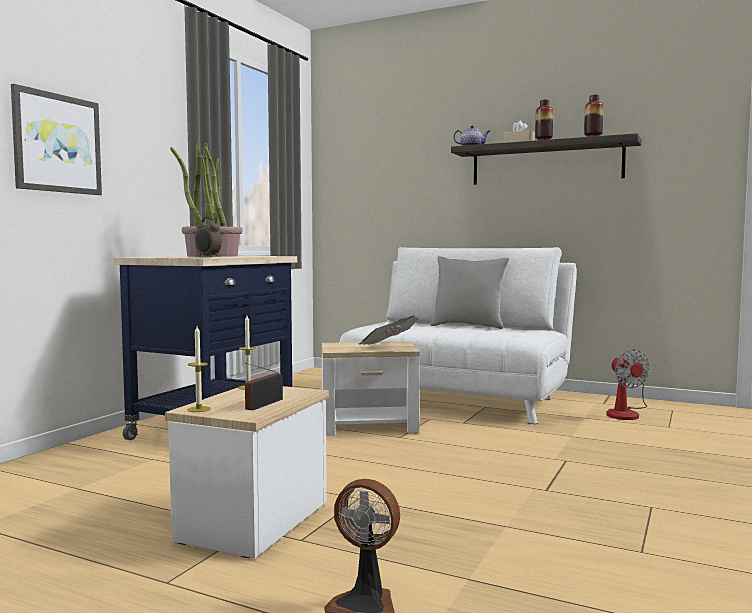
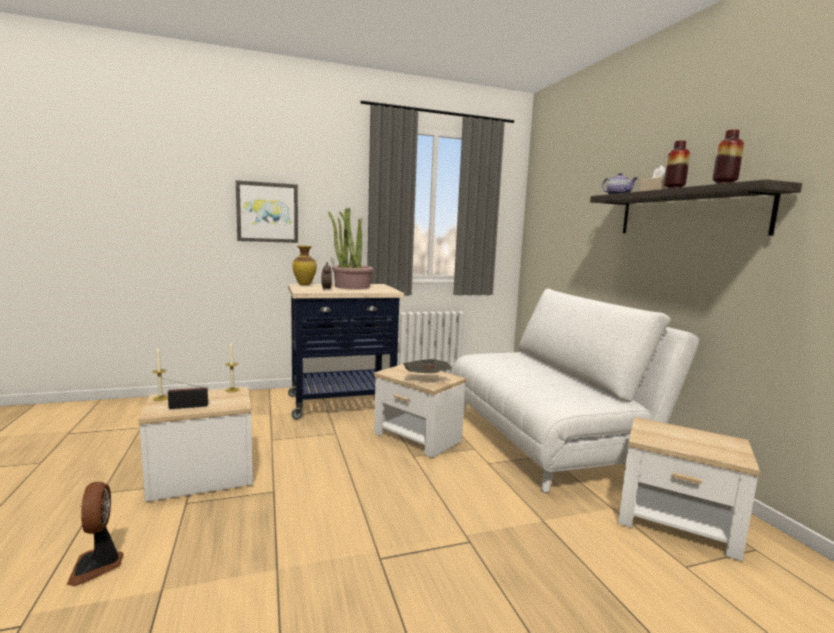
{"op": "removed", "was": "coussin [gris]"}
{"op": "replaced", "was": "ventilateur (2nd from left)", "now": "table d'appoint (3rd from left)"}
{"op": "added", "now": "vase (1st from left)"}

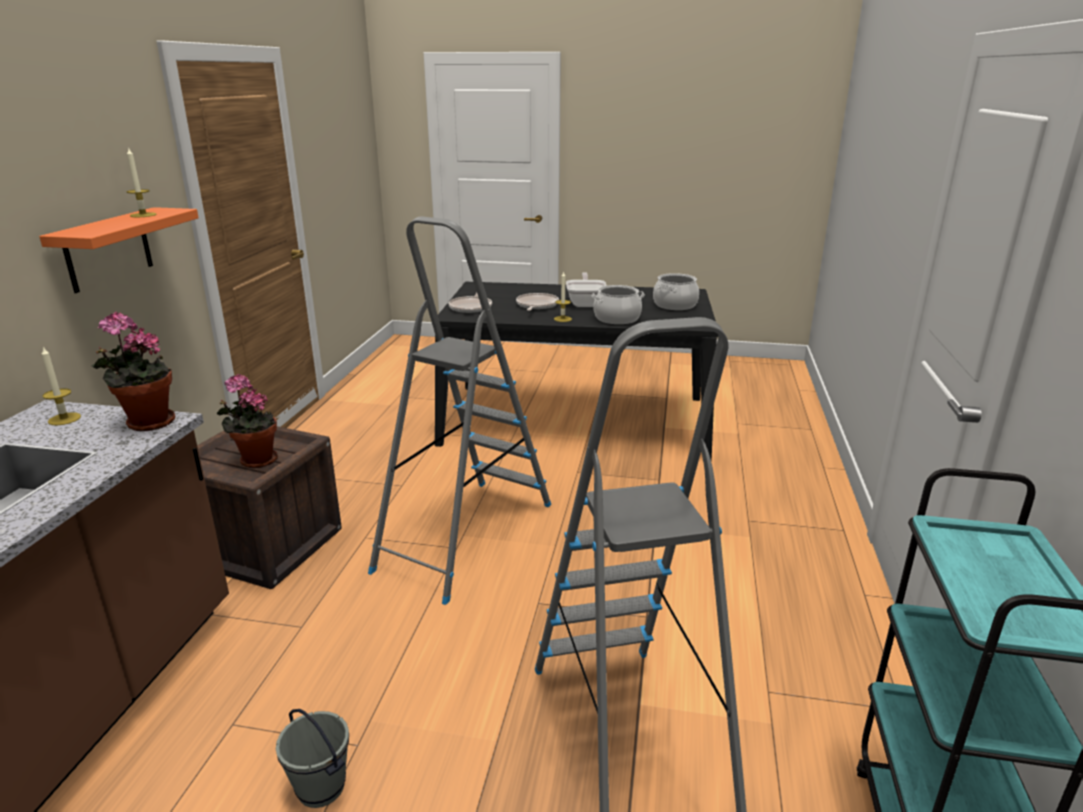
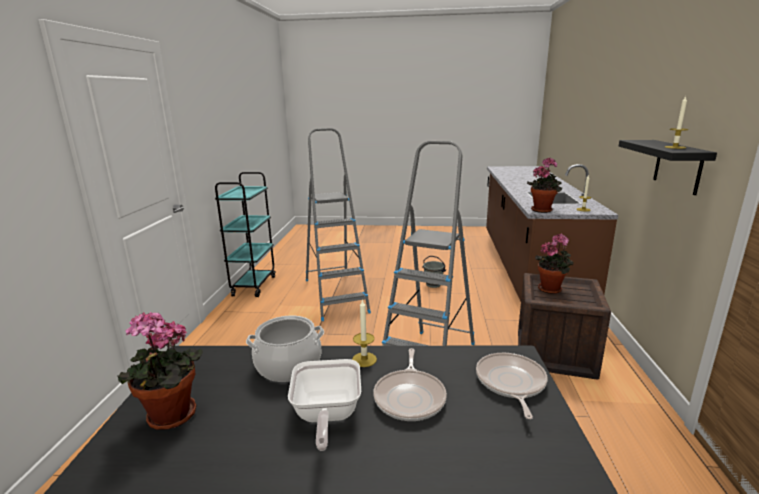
{"op": "recoloured", "was": "étagère [orange]", "now": "étagère [noir]"}
{"op": "replaced", "was": "marmite (2nd from left)", "now": "plante en pot (1st from left)"}

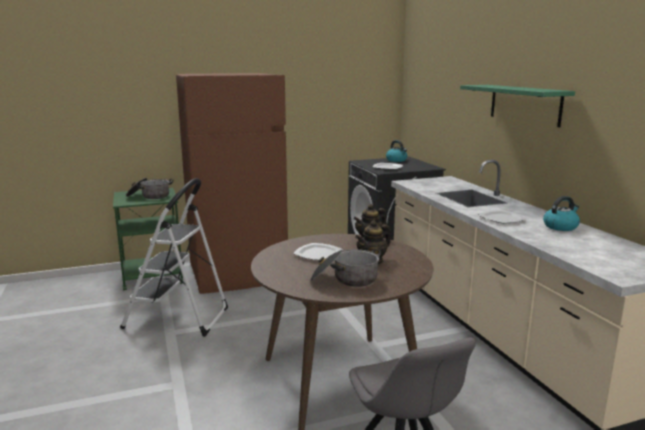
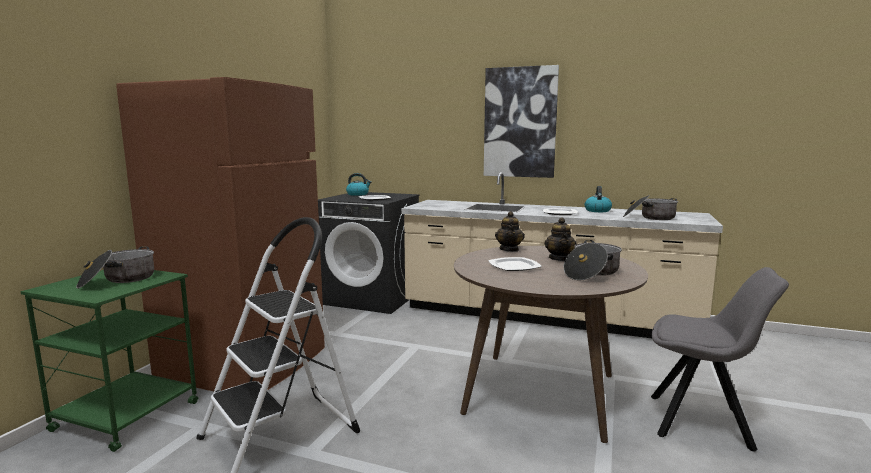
{"op": "replaced", "was": "étagère [vert]", "now": "tableau"}
{"op": "added", "now": "marmite (3rd from left)"}

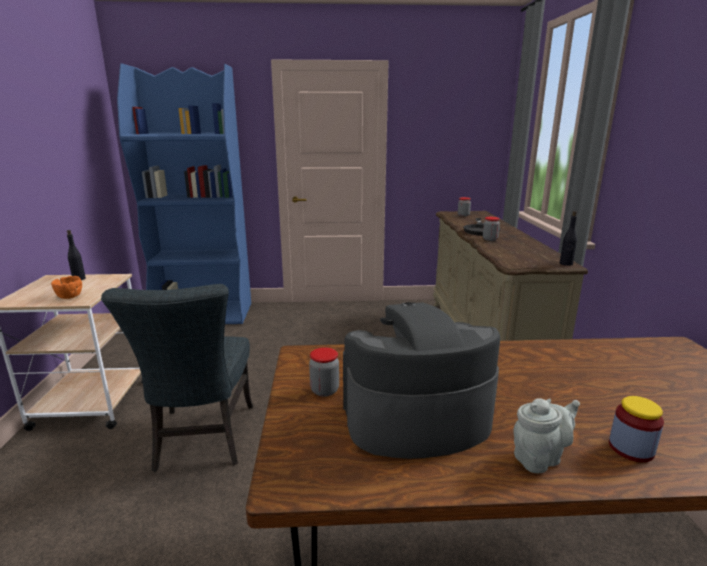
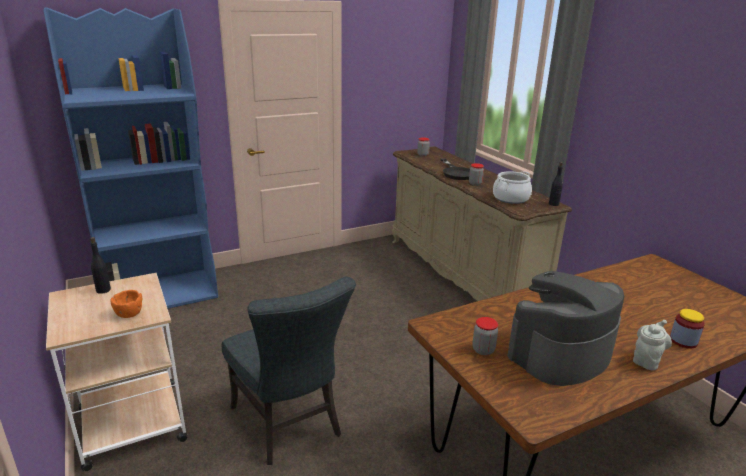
{"op": "added", "now": "marmite"}

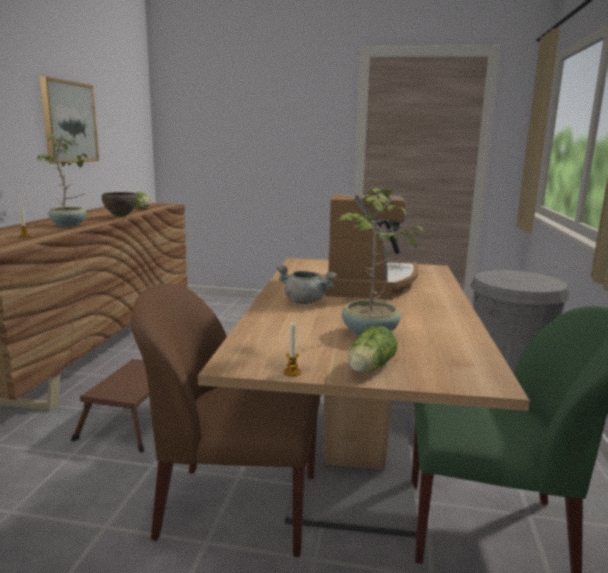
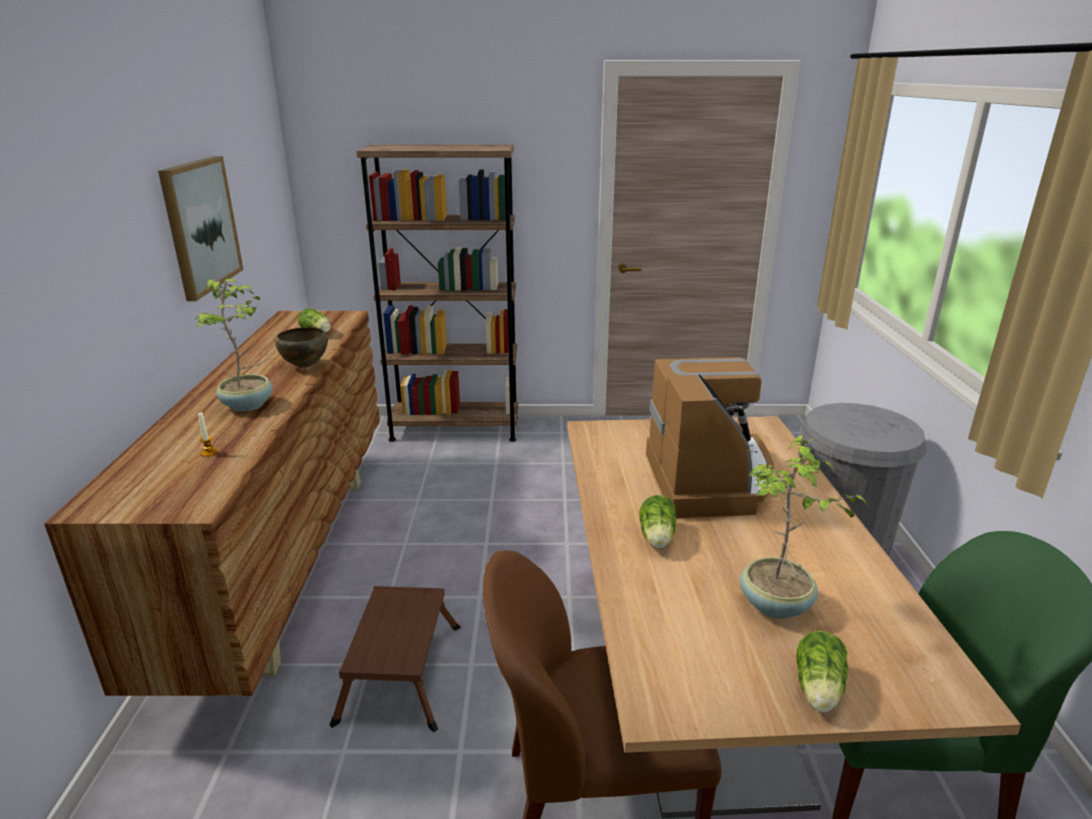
{"op": "replaced", "was": "marmite [gris]", "now": "laitue (2nd from left)"}
{"op": "removed", "was": "bougie (2nd from left)"}
{"op": "added", "now": "bibliothèque [marron]"}

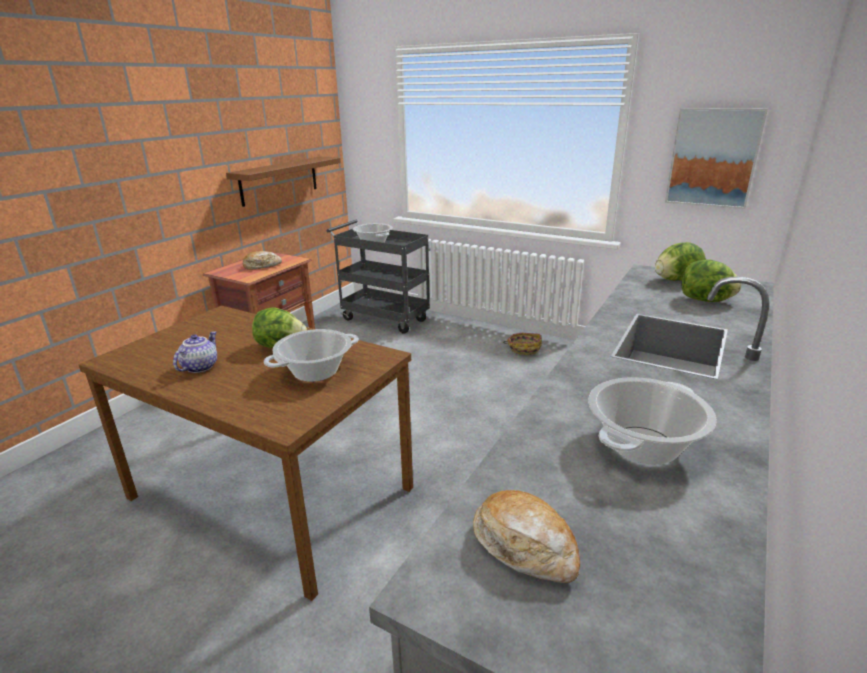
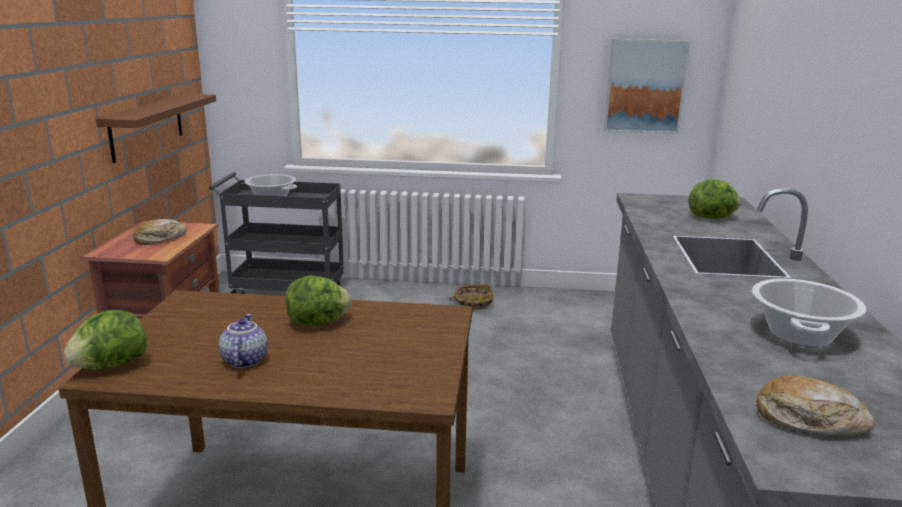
{"op": "removed", "was": "marmite (1st from left)"}
{"op": "moved", "was": "laitue (2nd from left in the first image)", "now": "laitue (1st from left)"}

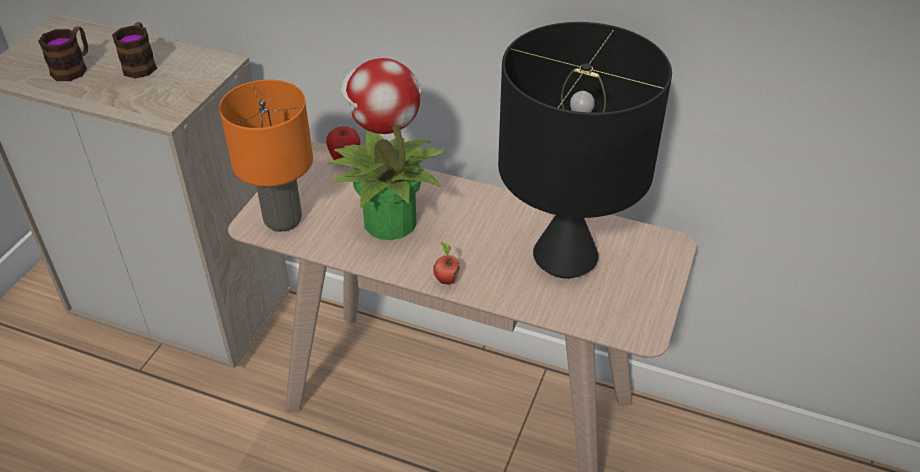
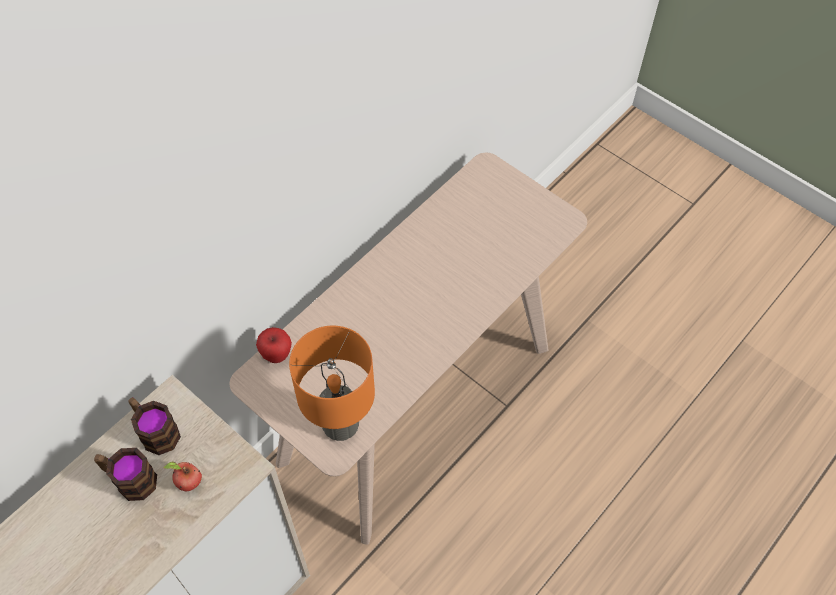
{"op": "moved", "was": "mug (1st from left in the first image)", "now": "mug (2nd from left)"}
{"op": "removed", "was": "plante en pot"}
{"op": "moved", "was": "pomme (2nd from left in the first image)", "now": "pomme (1st from left)"}
{"op": "removed", "was": "lampe de table [noir]"}

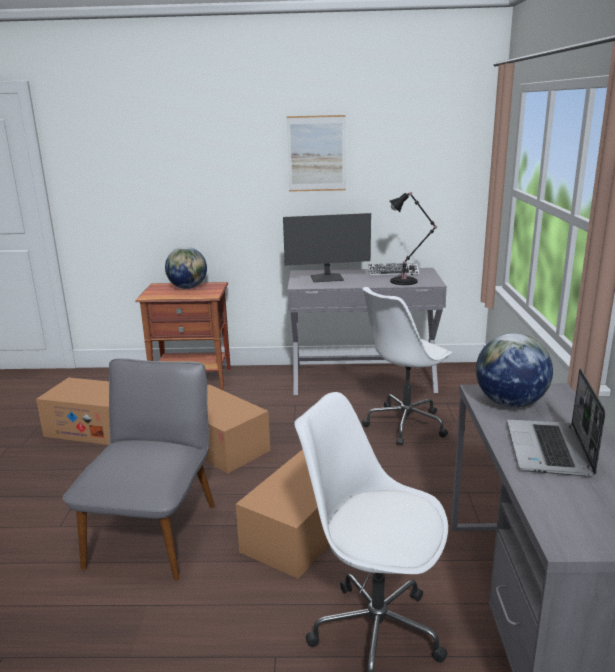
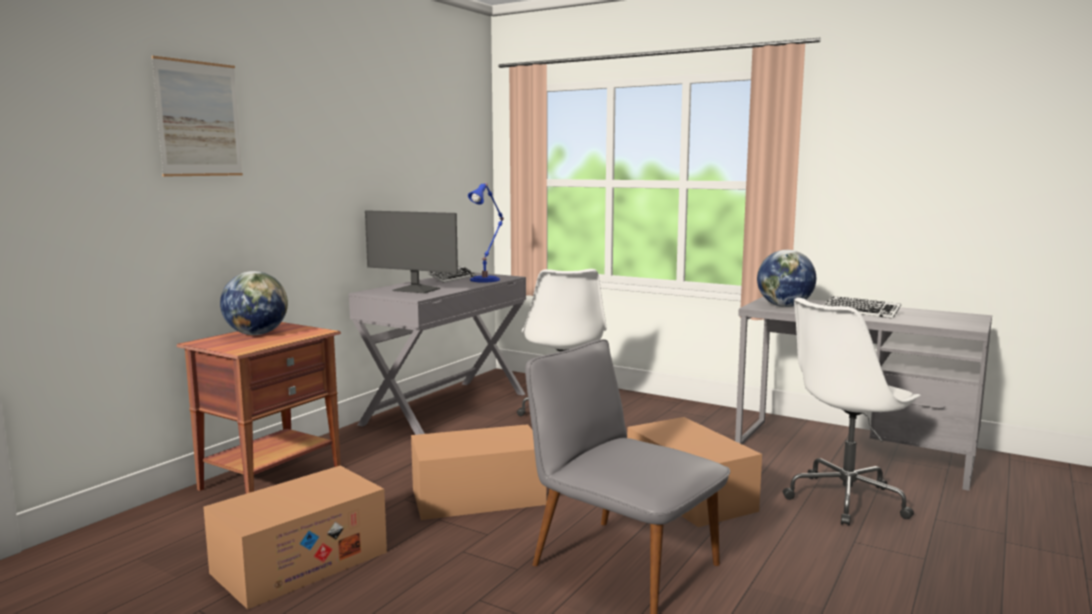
{"op": "turned", "was": "écran d'ordinateur", "clockwise": 90}
{"op": "moved", "was": "tableau"}
{"op": "recoloured", "was": "lampe de table [noir]", "now": "lampe de table [bleu]"}
{"op": "replaced", "was": "ordinateur portable", "now": "clavier (2nd from left)"}

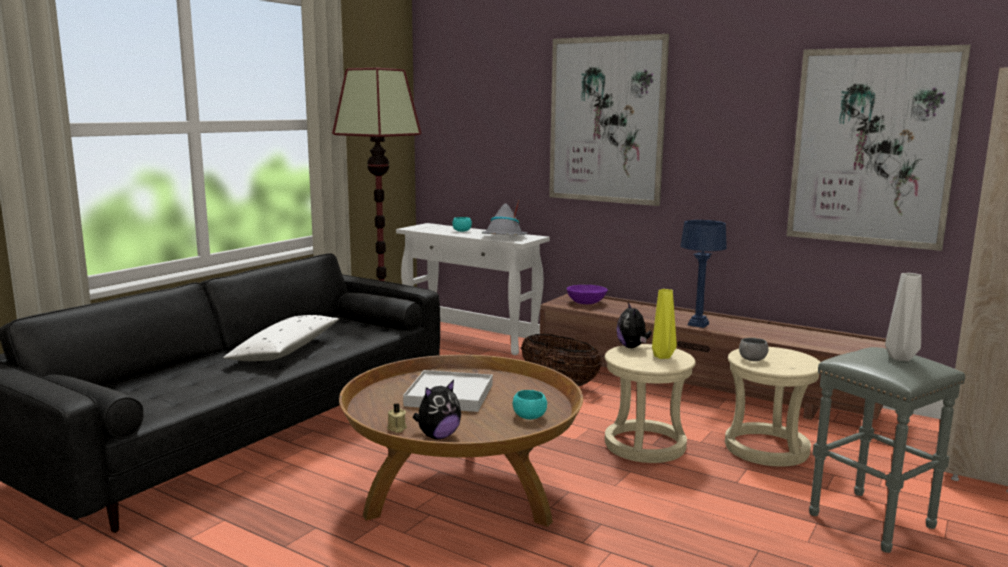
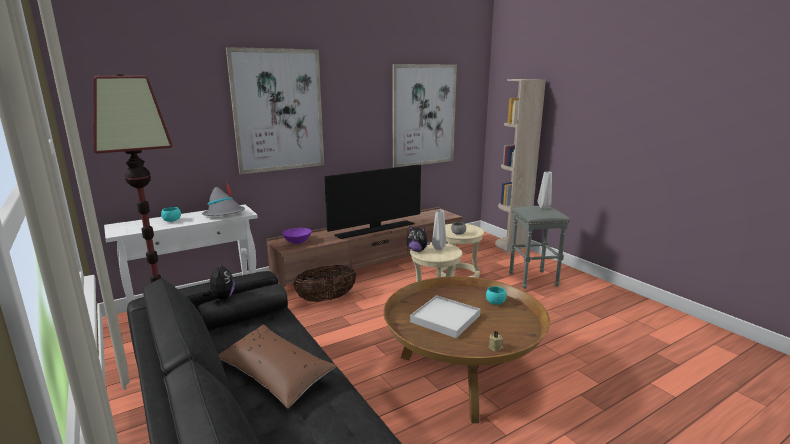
{"op": "recoloured", "was": "coussin [blanc]", "now": "coussin [marron]"}
{"op": "moved", "was": "peluche (1st from left)"}
{"op": "recoloured", "was": "vase [jaune]", "now": "vase [gris] (1st from left)"}
{"op": "replaced", "was": "lampe de table [bleu]", "now": "téléviseur"}

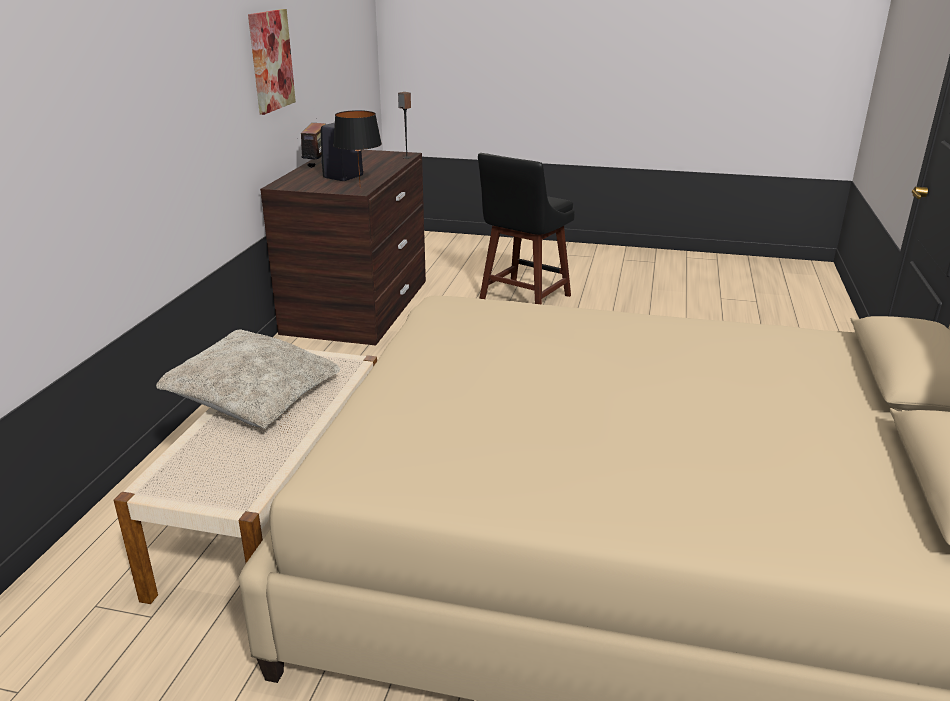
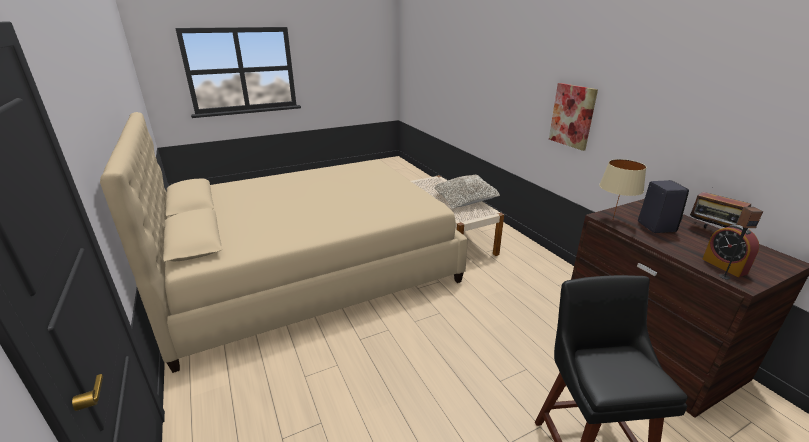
{"op": "moved", "was": "tableau"}
{"op": "recoloured", "was": "lampe de table [noir]", "now": "lampe de table [beige]"}
{"op": "added", "now": "réveil"}

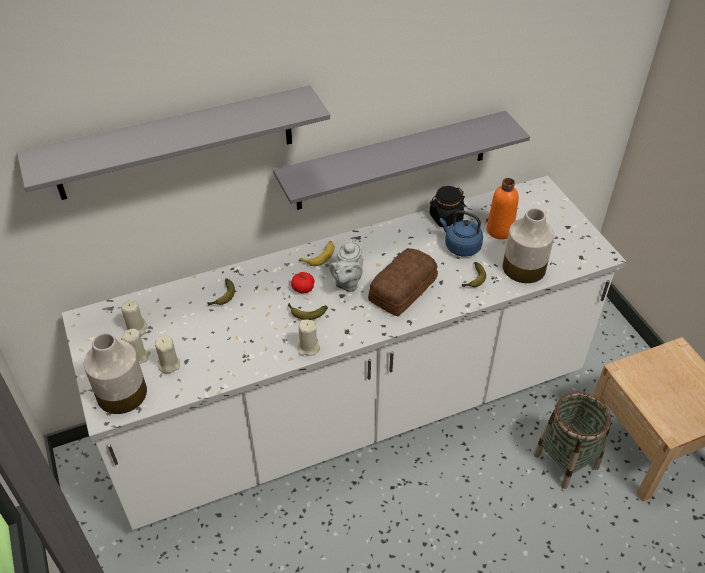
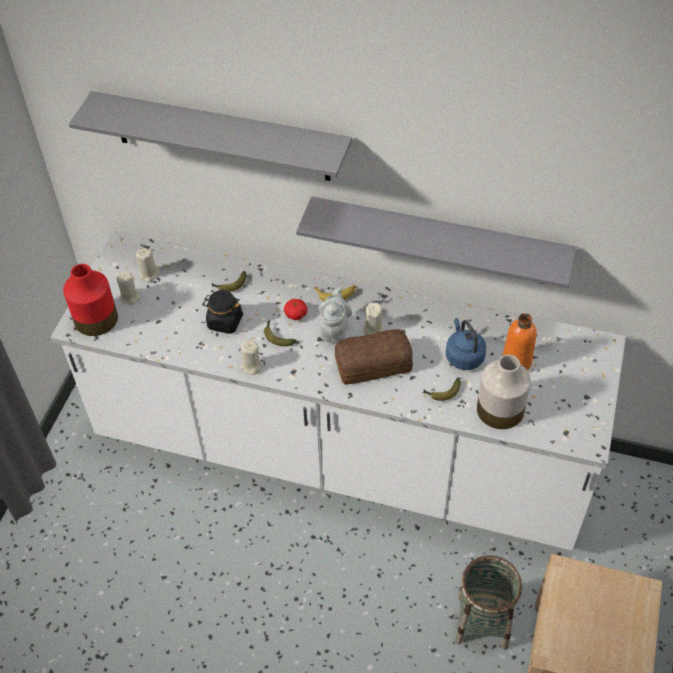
{"op": "recoloured", "was": "vase [beige] (1st from left)", "now": "vase [rouge]"}
{"op": "moved", "was": "bougie [beige] (3rd from left in the first image)", "now": "bougie [beige] (4th from left)"}
{"op": "turned", "was": "théière [gris]", "clockwise": 135}
{"op": "moved", "was": "bocal [noir]"}

